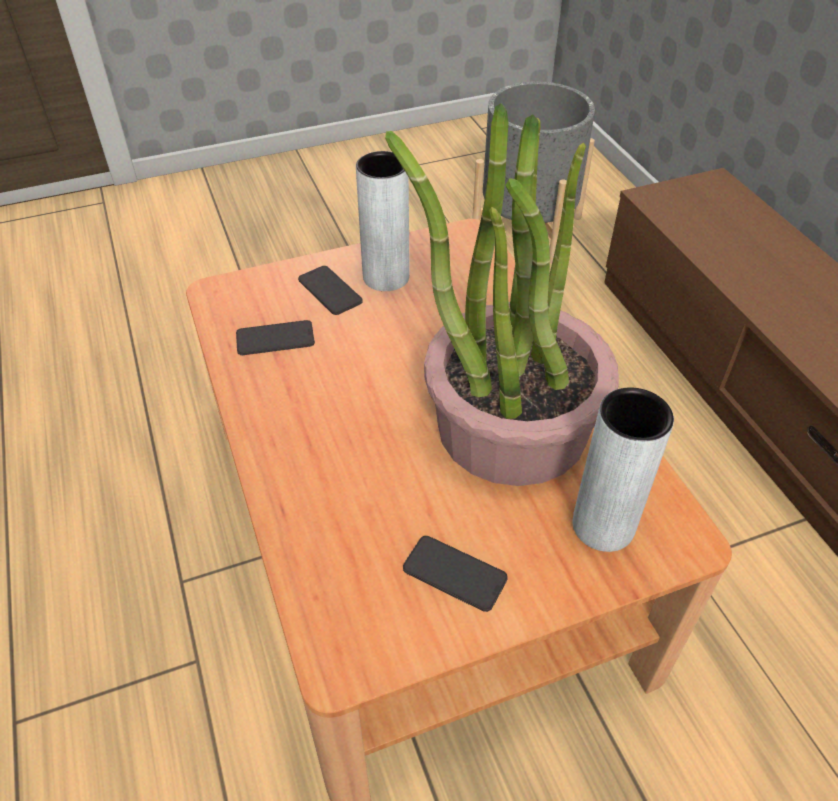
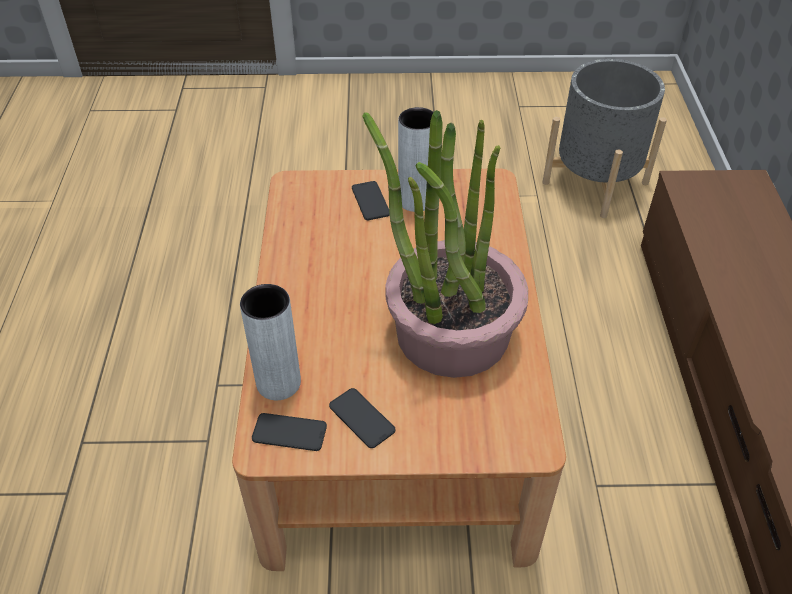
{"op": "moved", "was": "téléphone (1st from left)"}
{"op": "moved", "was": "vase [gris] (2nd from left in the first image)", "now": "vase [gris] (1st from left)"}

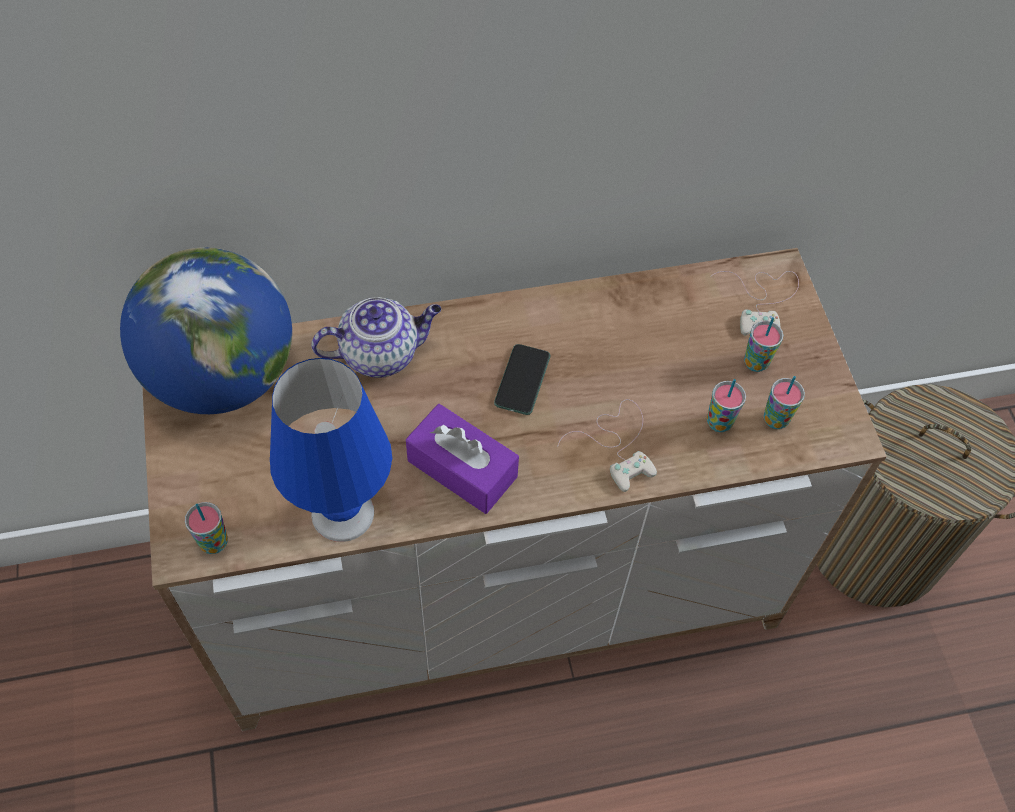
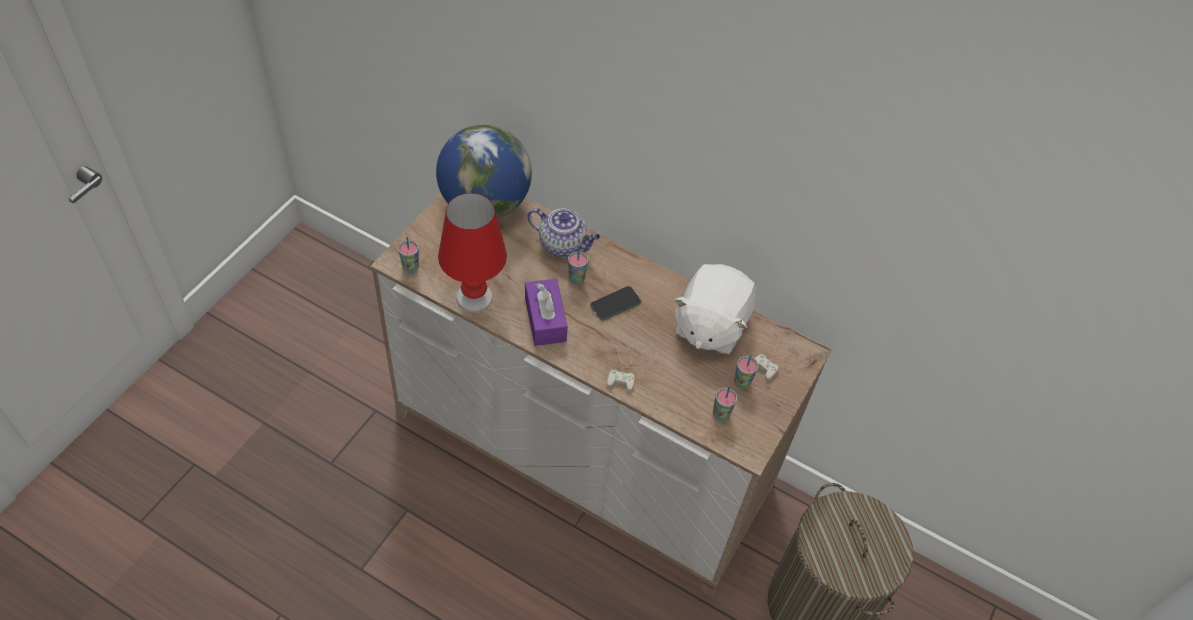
{"op": "recoloured", "was": "lampe de table [bleu]", "now": "lampe de table [rouge]"}
{"op": "moved", "was": "tasse (2nd from left)"}
{"op": "added", "now": "peluche [blanc]"}

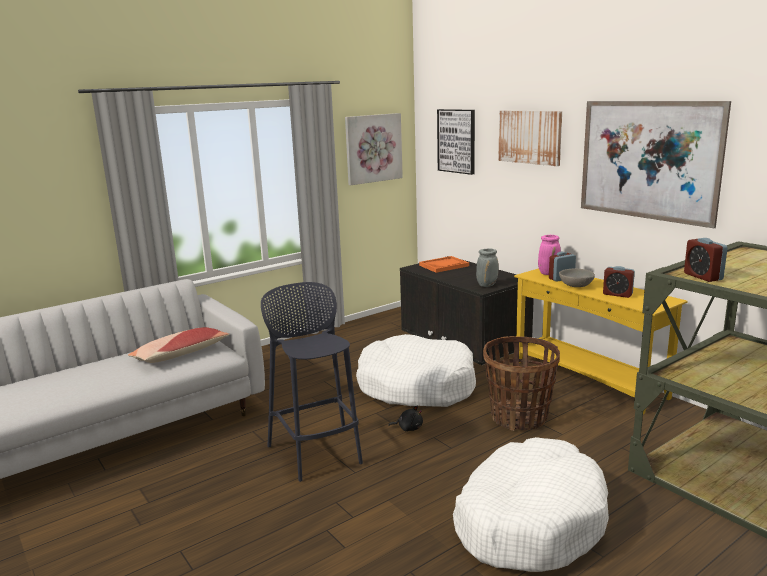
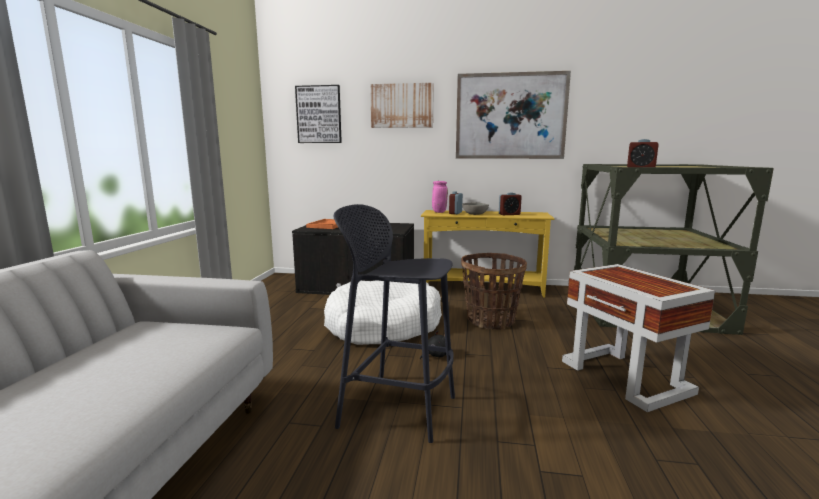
{"op": "removed", "was": "coussin"}
{"op": "removed", "was": "tableau (1st from left)"}
{"op": "replaced", "was": "panier pour chien [blanc] (2nd from left)", "now": "table d'appoint [blanc]"}
{"op": "removed", "was": "vase [gris]"}

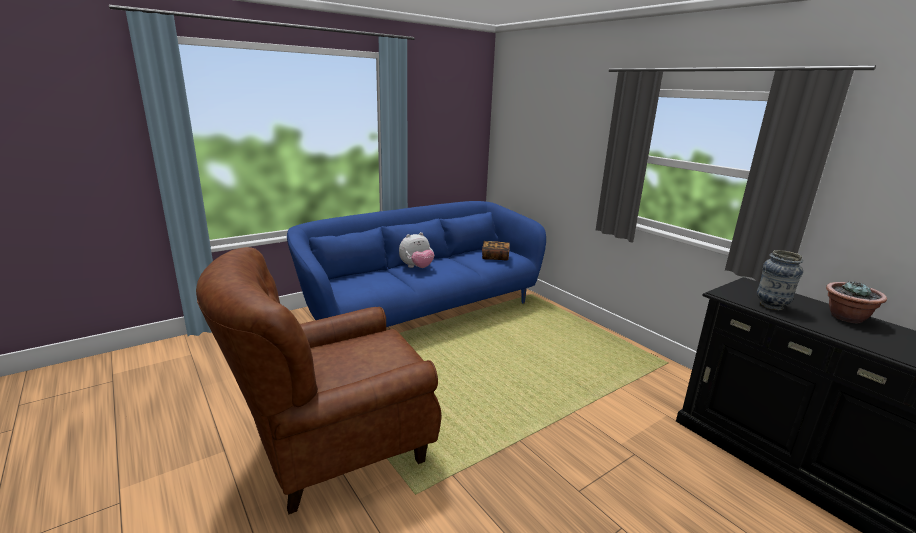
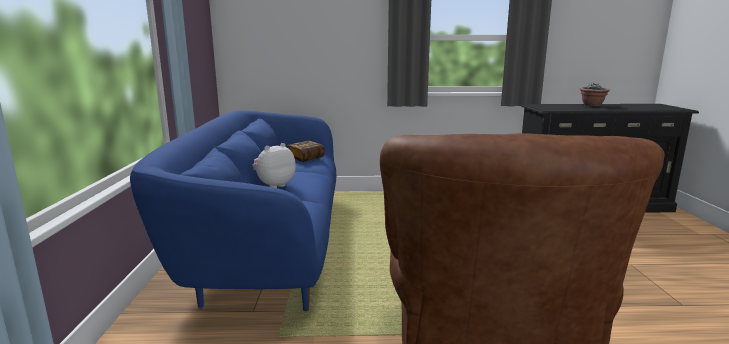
{"op": "turned", "was": "peluche", "clockwise": -135}
{"op": "removed", "was": "vase"}

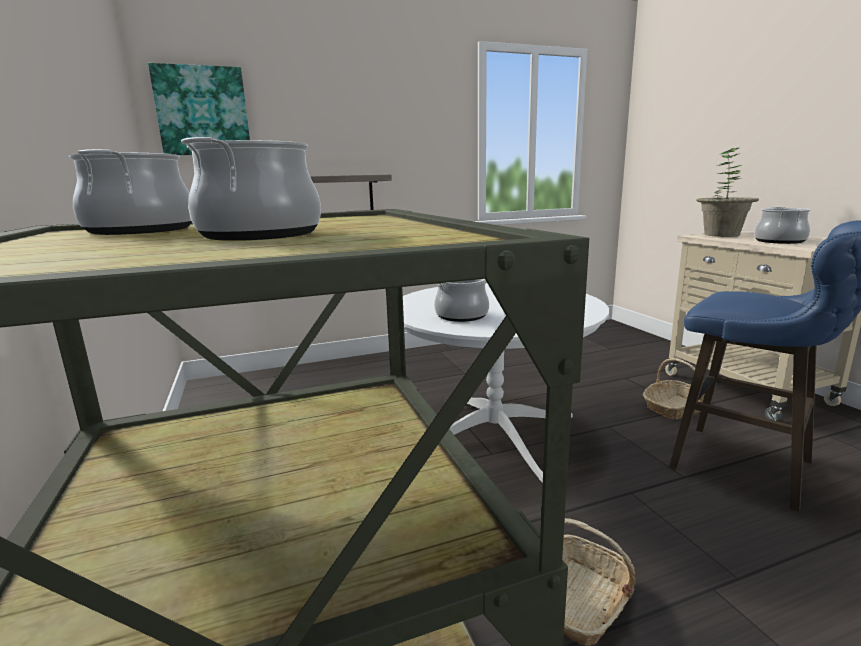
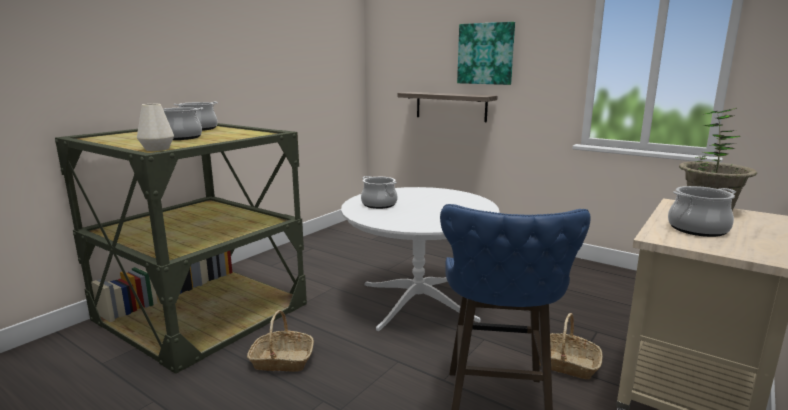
{"op": "moved", "was": "tableau"}
{"op": "added", "now": "vase [blanc]"}

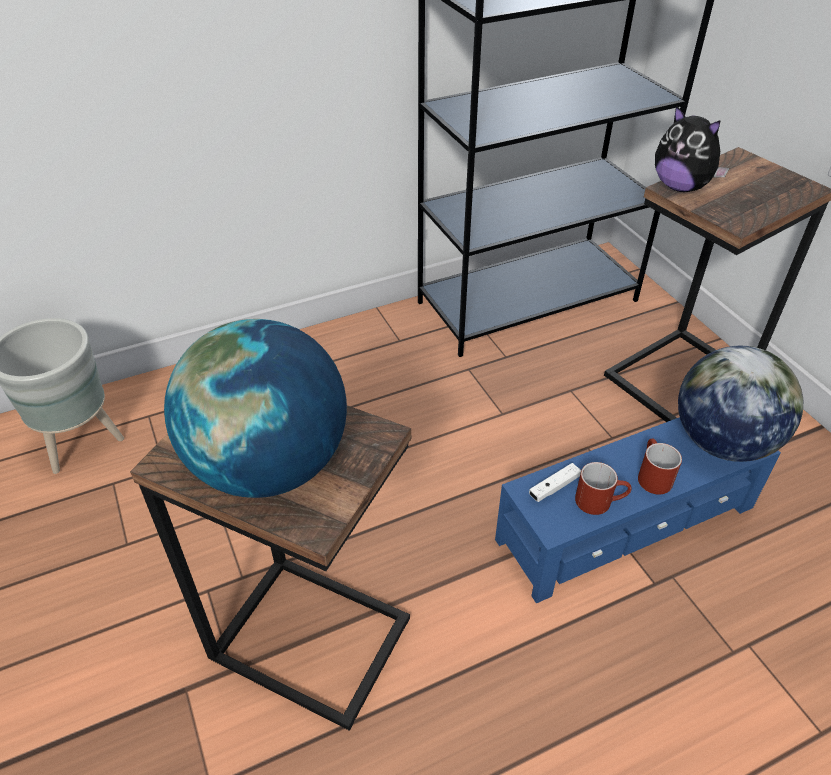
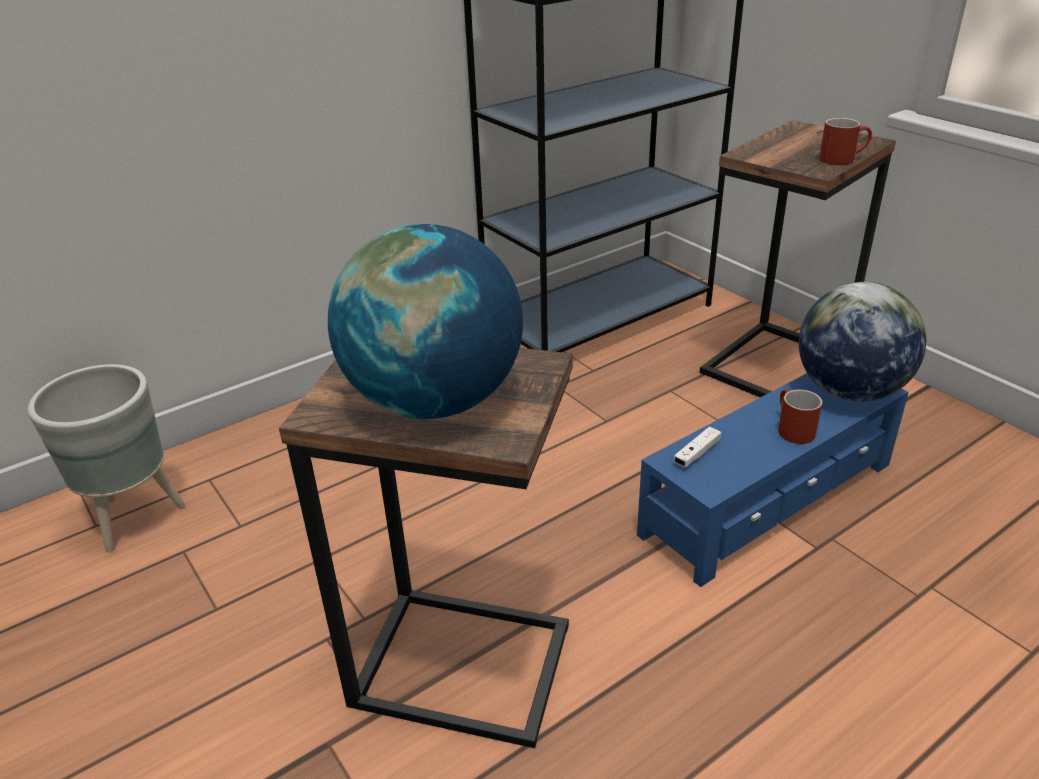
{"op": "moved", "was": "mug [rouge] (1st from left in the first image)", "now": "mug [rouge] (2nd from left)"}
{"op": "removed", "was": "peluche"}

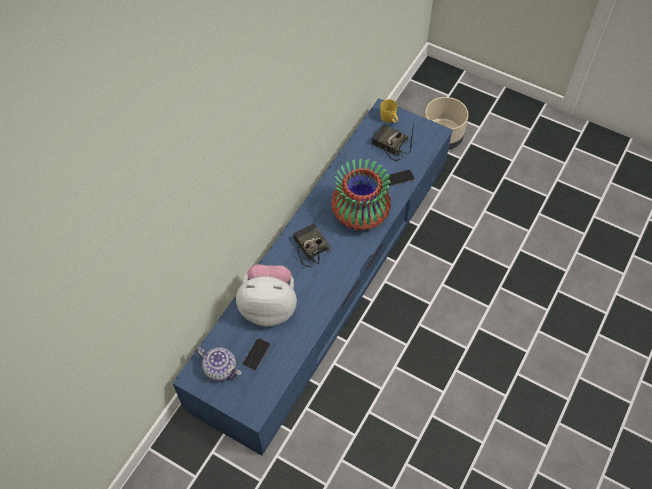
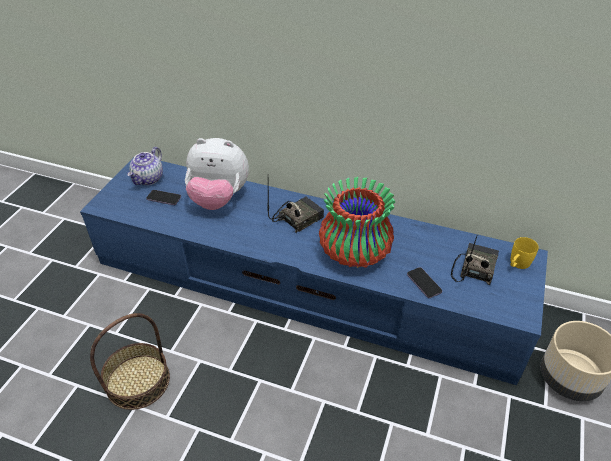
{"op": "turned", "was": "peluche", "clockwise": 105}
{"op": "added", "now": "panier"}

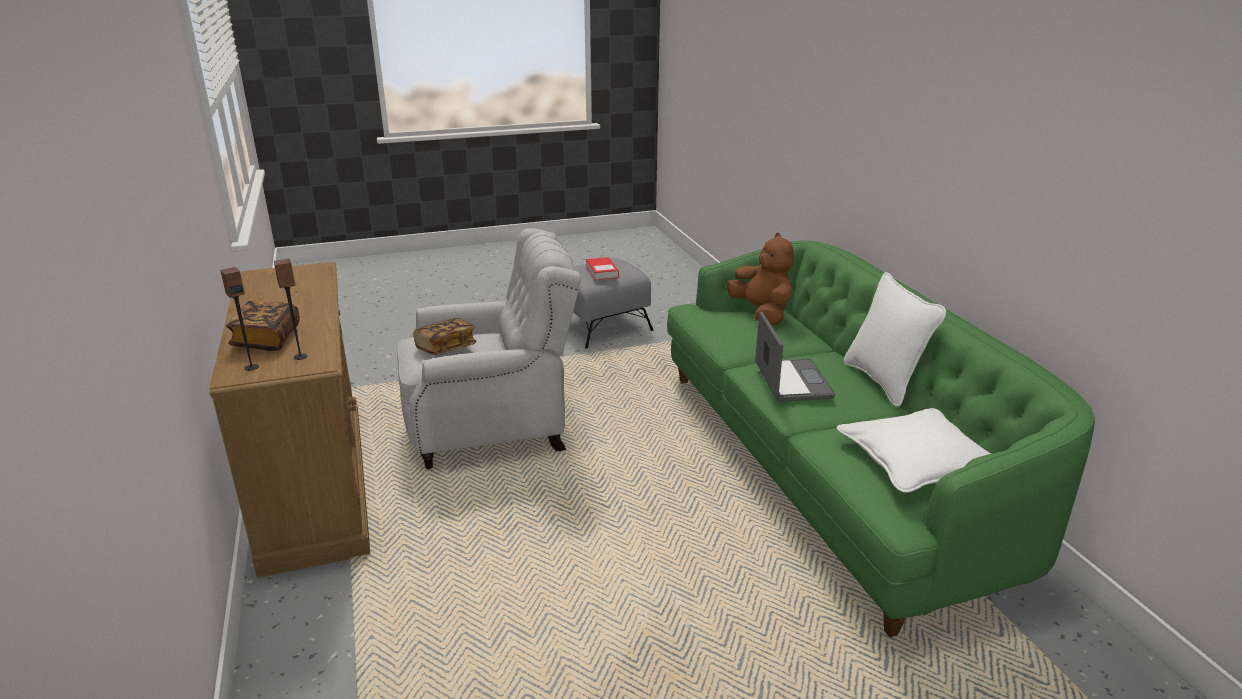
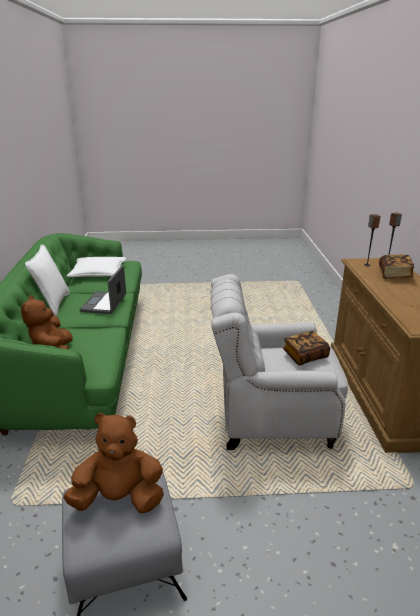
{"op": "replaced", "was": "livre (3rd from left)", "now": "peluche [marron] (2nd from left)"}

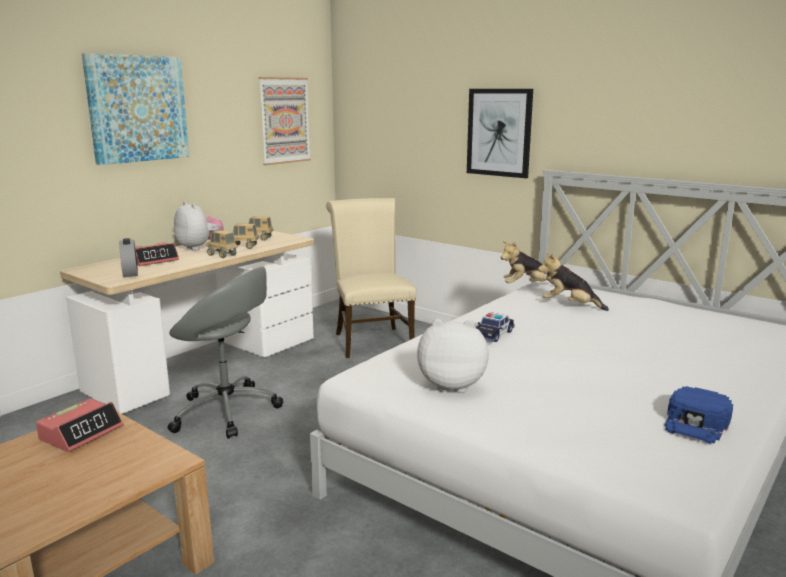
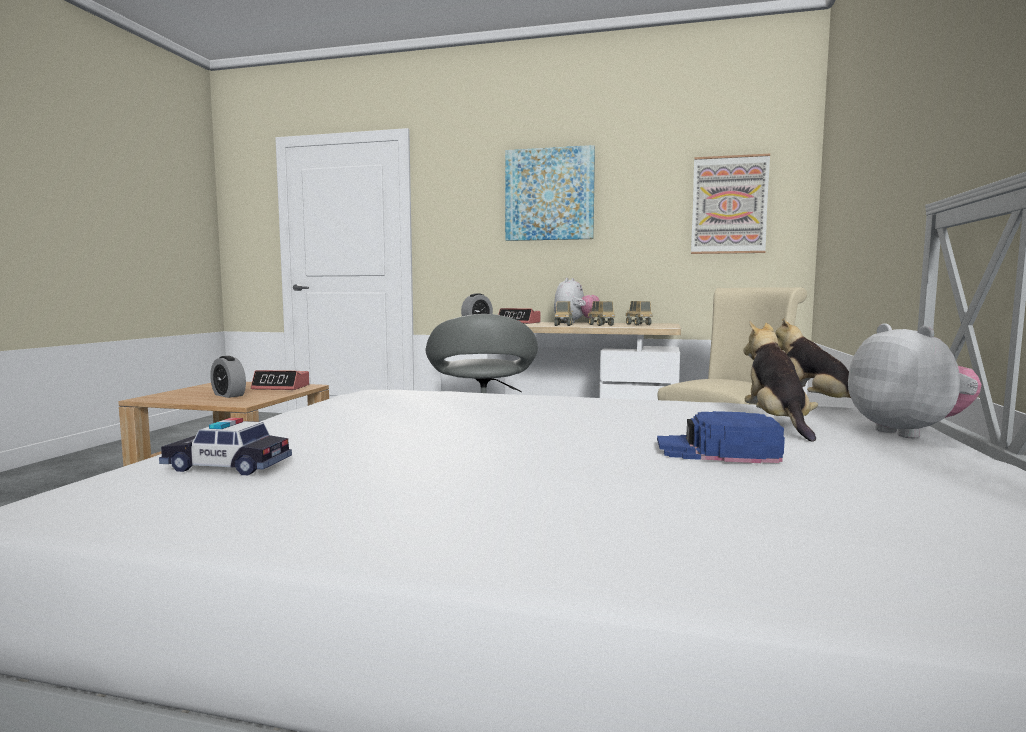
{"op": "moved", "was": "peluche (2nd from left in the first image)", "now": "peluche (4th from left)"}
{"op": "removed", "was": "tableau (3rd from left)"}
{"op": "moved", "was": "petite voiture"}
{"op": "moved", "was": "casquette [bleu]"}
{"op": "added", "now": "réveil (1st from left)"}

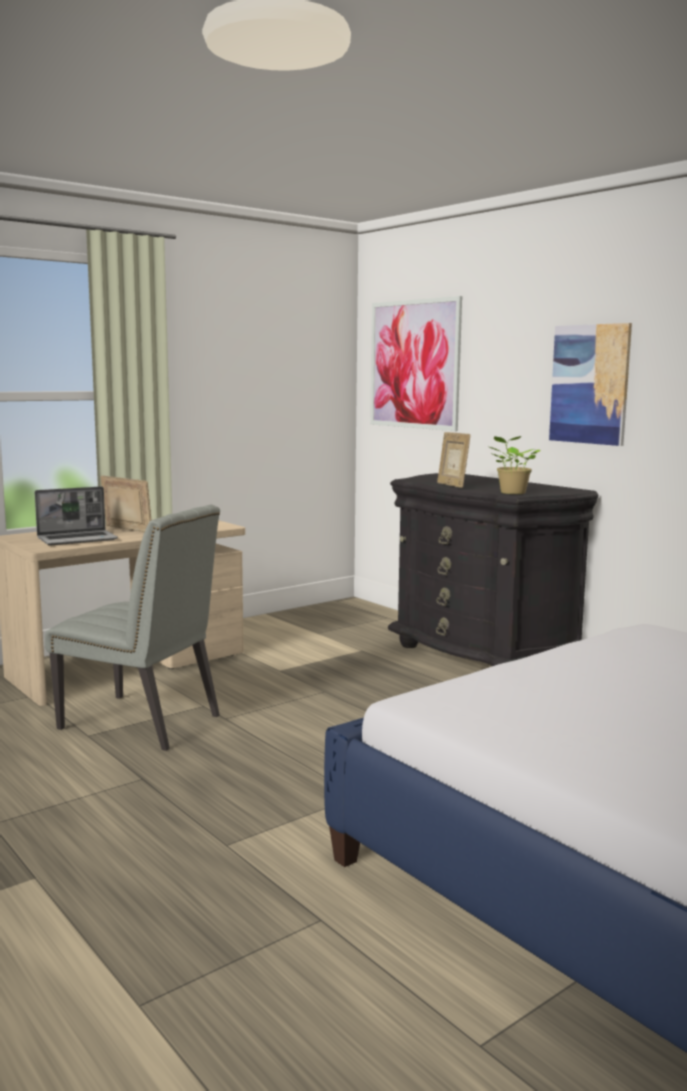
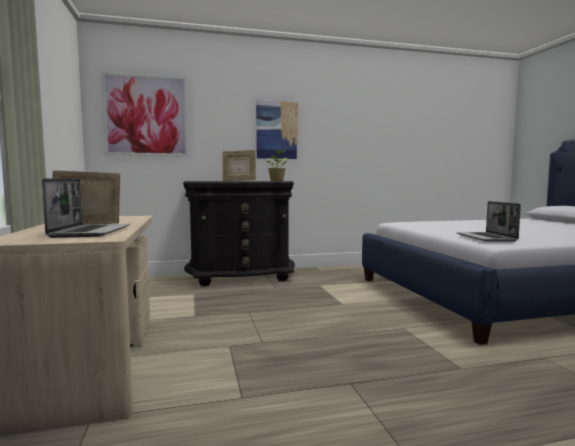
{"op": "removed", "was": "chaise [gris]"}
{"op": "added", "now": "ordinateur portable (2nd from left)"}

